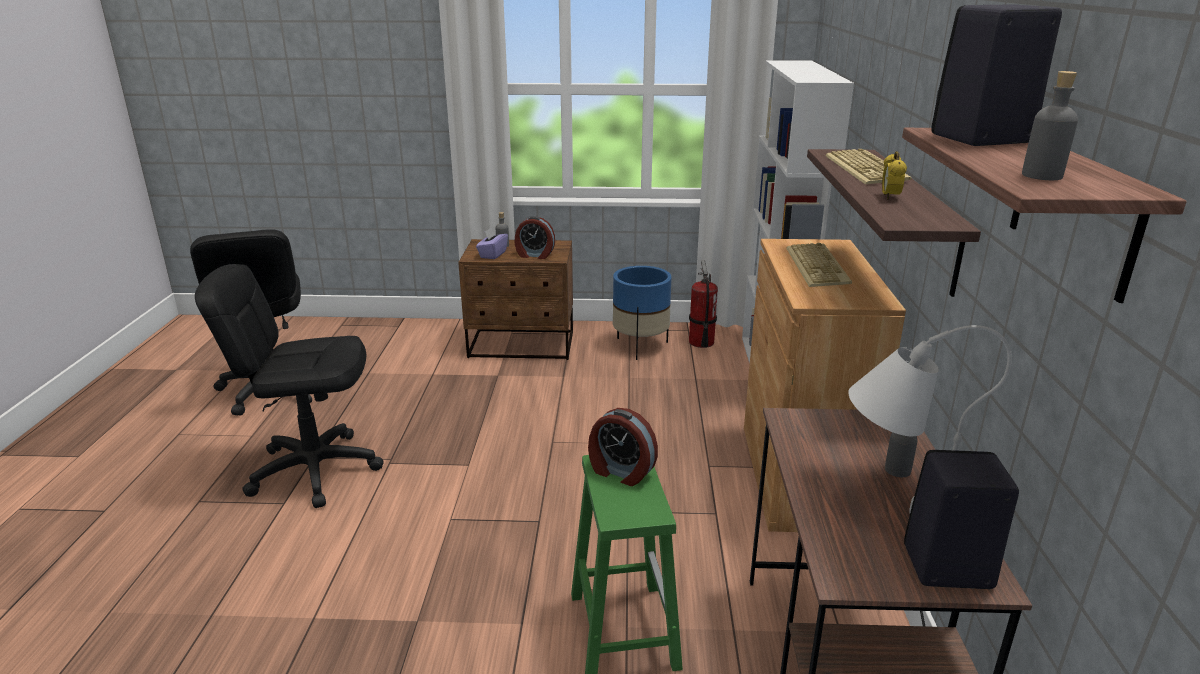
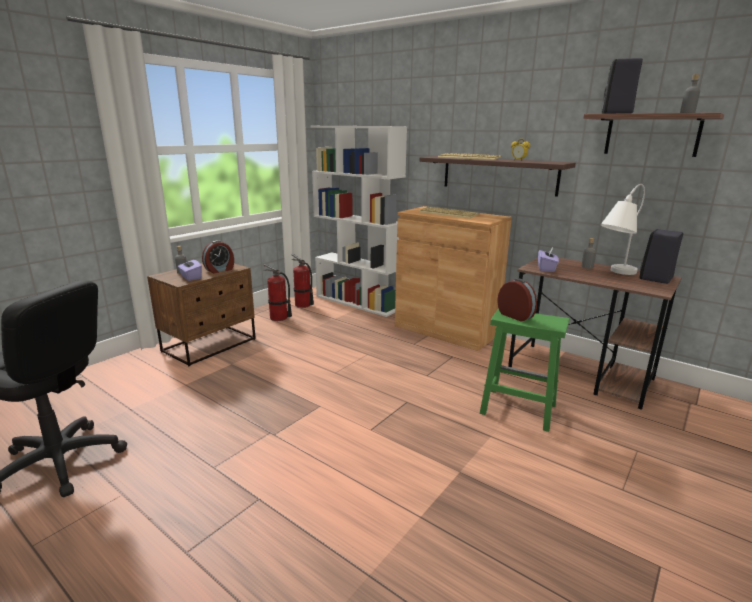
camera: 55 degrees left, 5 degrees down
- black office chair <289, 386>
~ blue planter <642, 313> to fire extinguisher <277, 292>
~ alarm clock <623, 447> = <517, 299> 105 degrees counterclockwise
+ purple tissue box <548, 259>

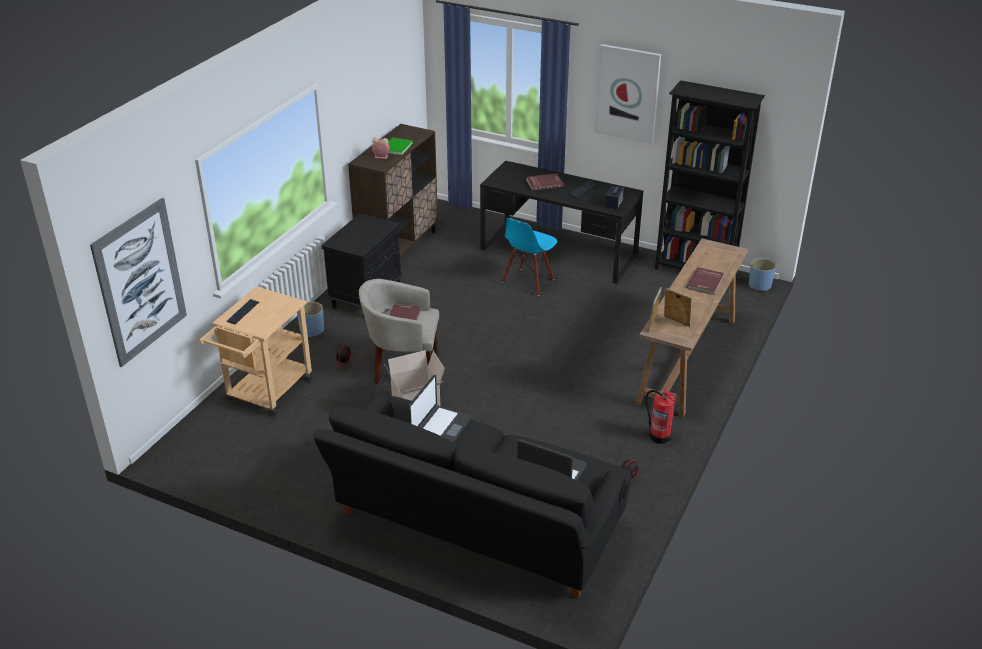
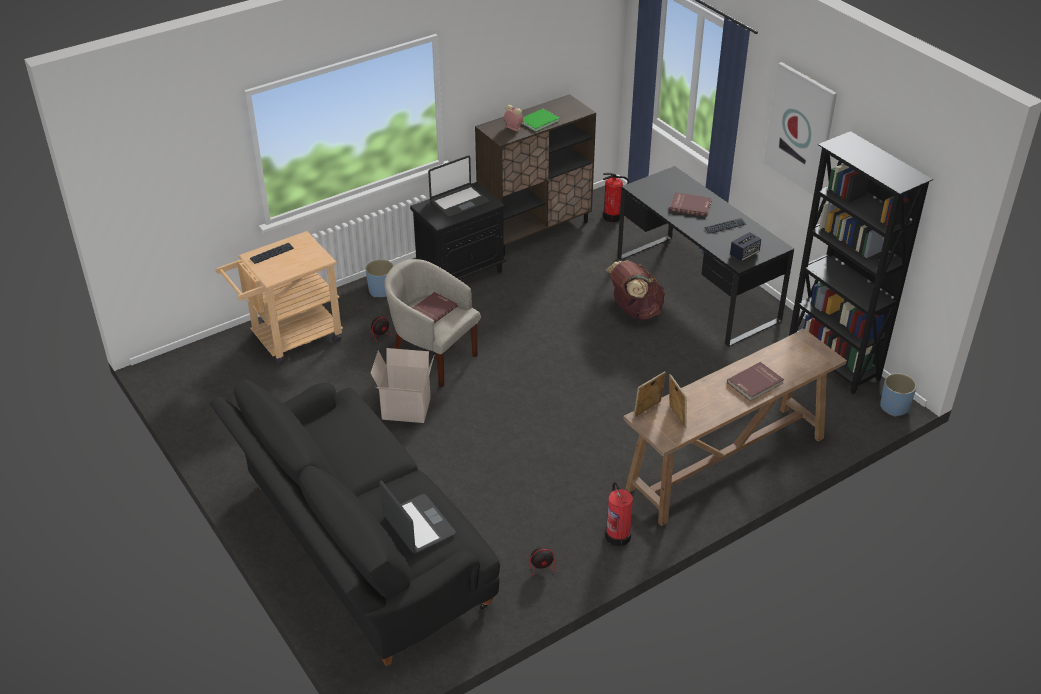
camera: 30 degrees right, 5 degrees up
- picture <138, 282>
~ blue chair <529, 257> to brown backpack <636, 290>
~ laptop <440, 408> to <459, 186>
+ fire extinguisher <616, 197>

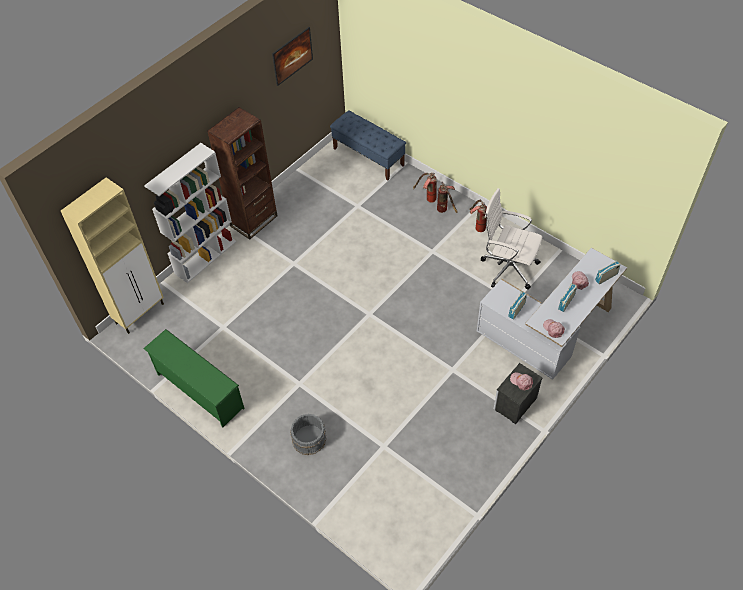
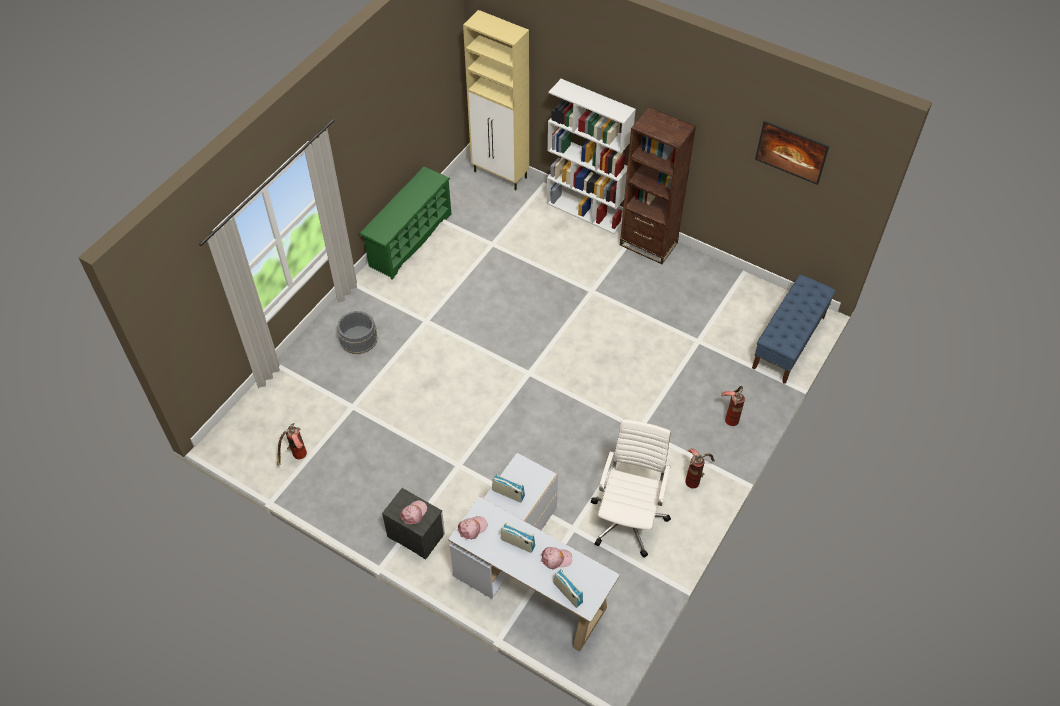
camera: 80 degrees right, 0 degrees up
~ fire extinguisher <447, 197> to <292, 444>

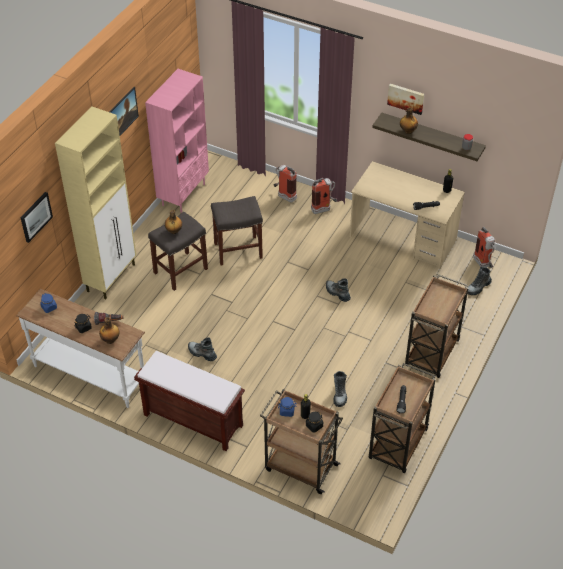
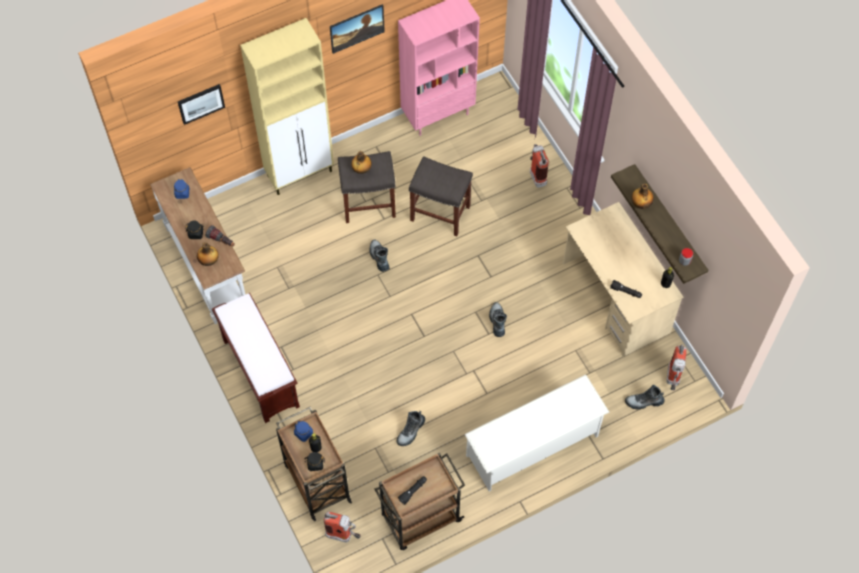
camera: 35 degrees right, 15 degrees up
- picture <405, 99>
~ fire extinguisher <324, 196> to <342, 527>
~ brown cart <437, 326> to white shoe rack <536, 433>
~ boot <202, 349> to <379, 256>

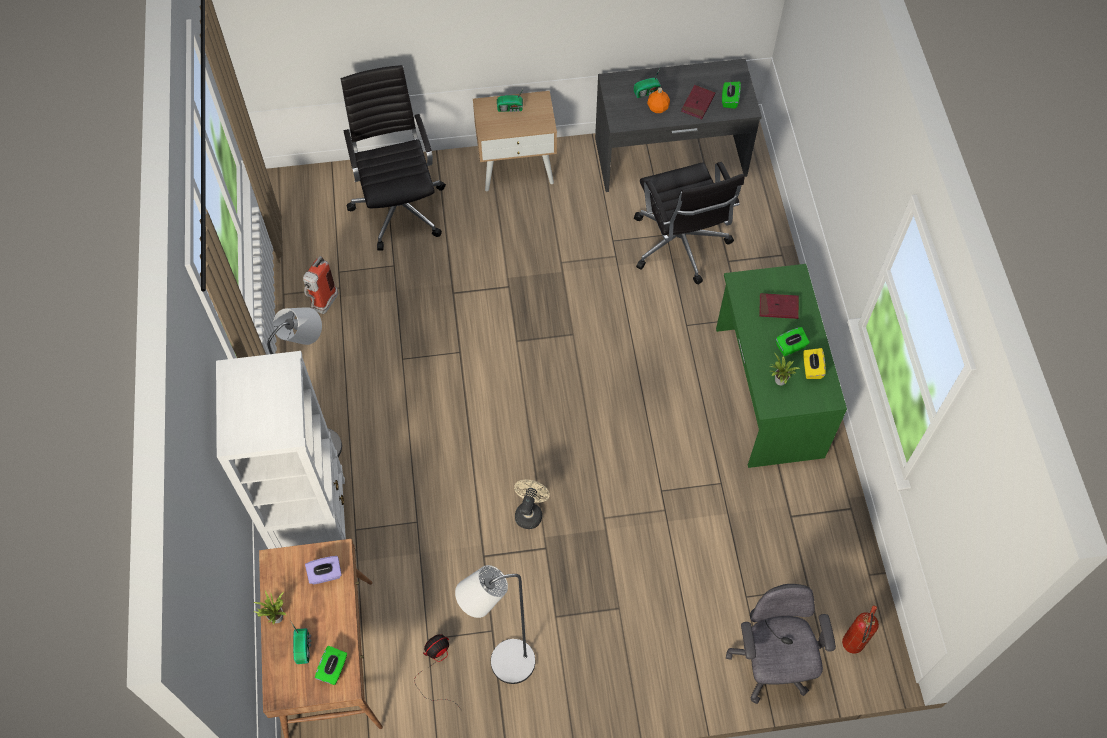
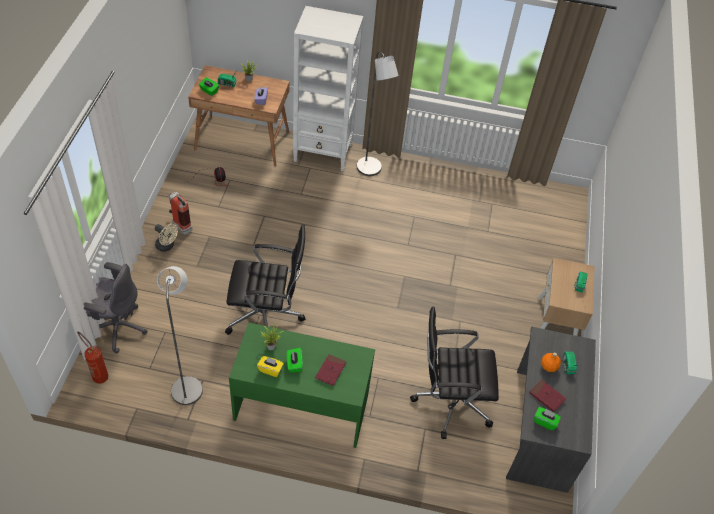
camera: 105 degrees right, 10 degrees down
~ black office chair <393, 158> to <265, 279>
~ fire extinguisher <320, 285> to <180, 213>
~ beige fan <532, 504> to <166, 238>
~ grey floor lamp <495, 624> to <180, 335>

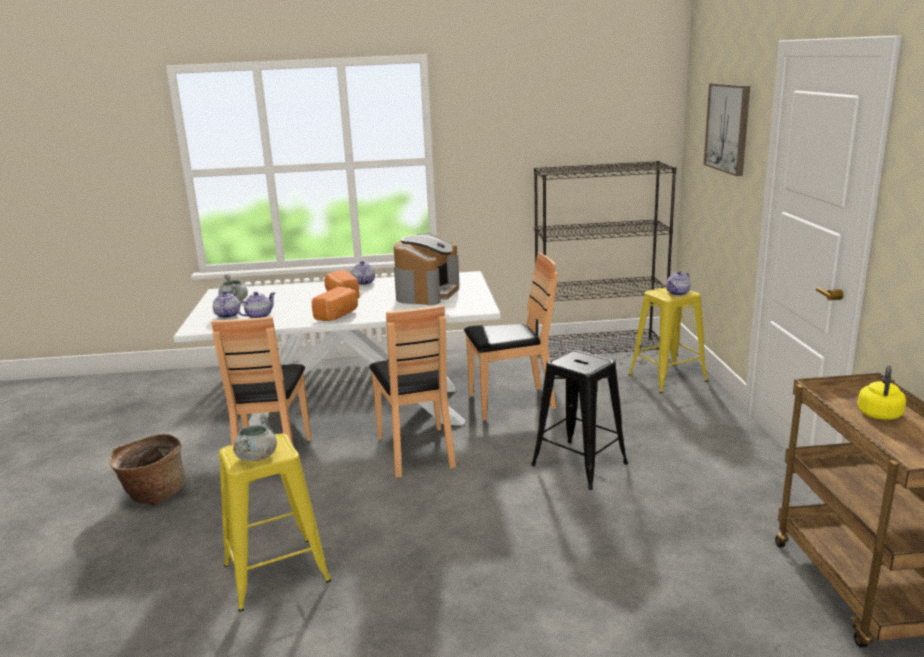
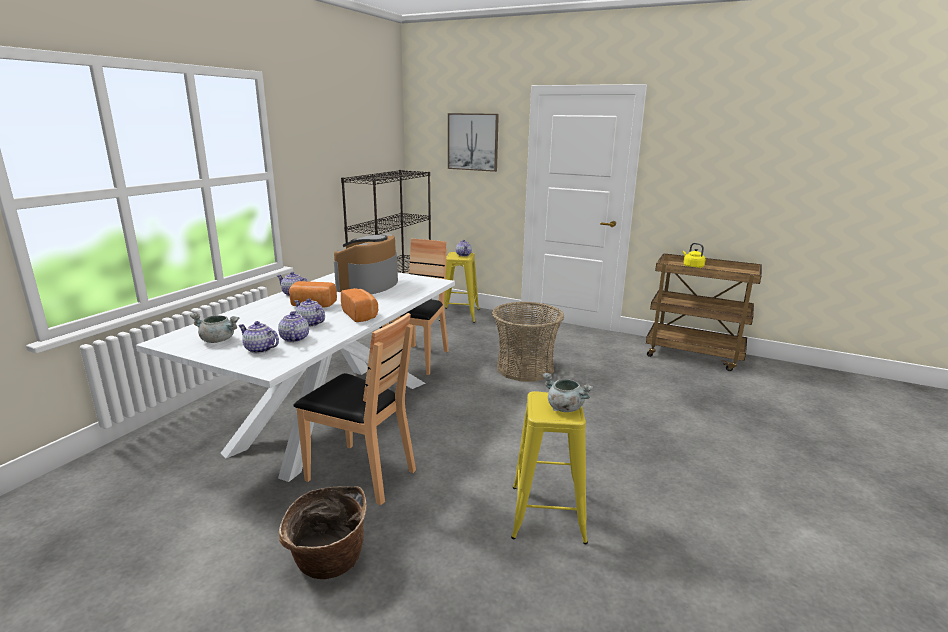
camera: 60 degrees left, 0 degrees up
~ coffee machine <427, 269> = <366, 264> 120 degrees counterclockwise
- brown chair <412, 391>
~ black stool <579, 420> to basket <528, 341>
+ teapot <310, 312>

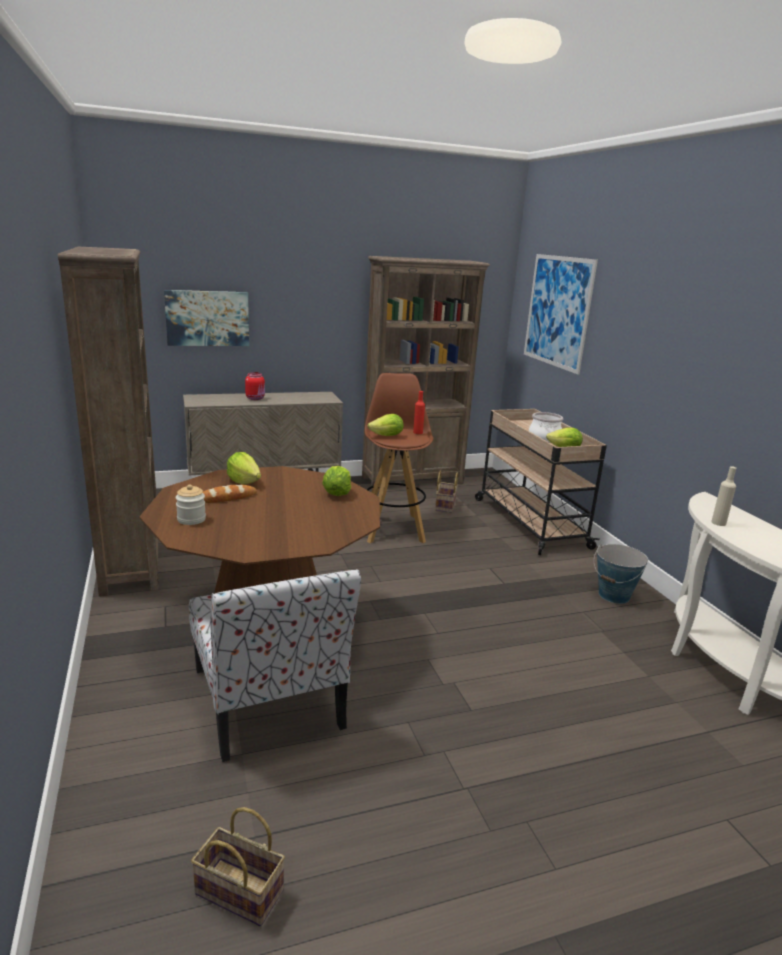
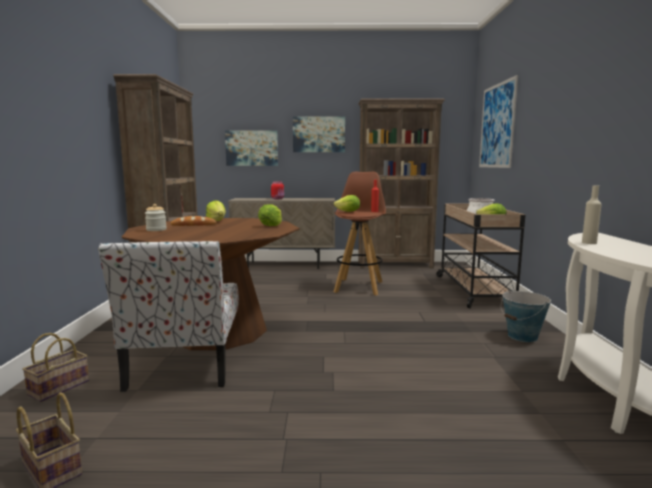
camera: 20 degrees right, 10 degrees down
~ basket <446, 491> to <55, 367>
+ picture <319, 134>

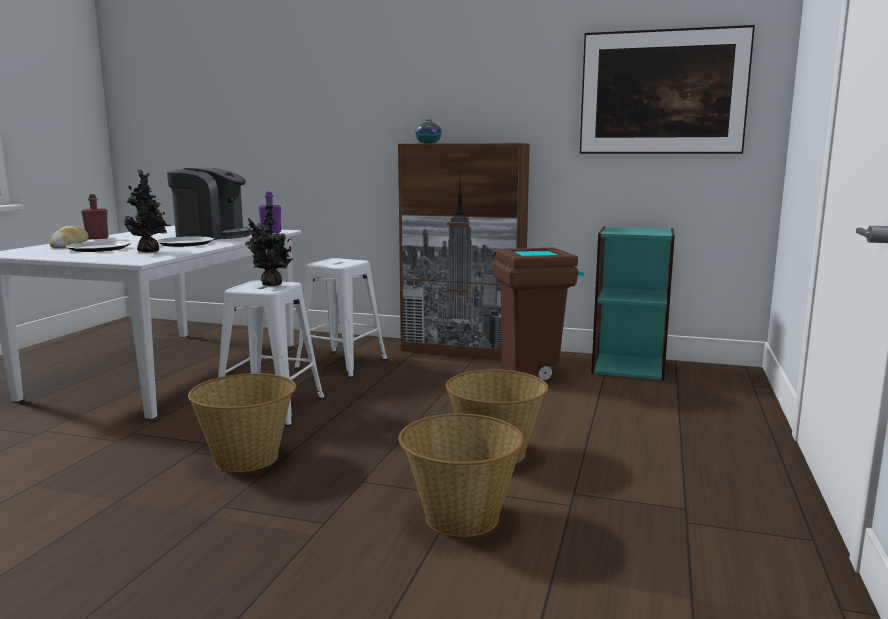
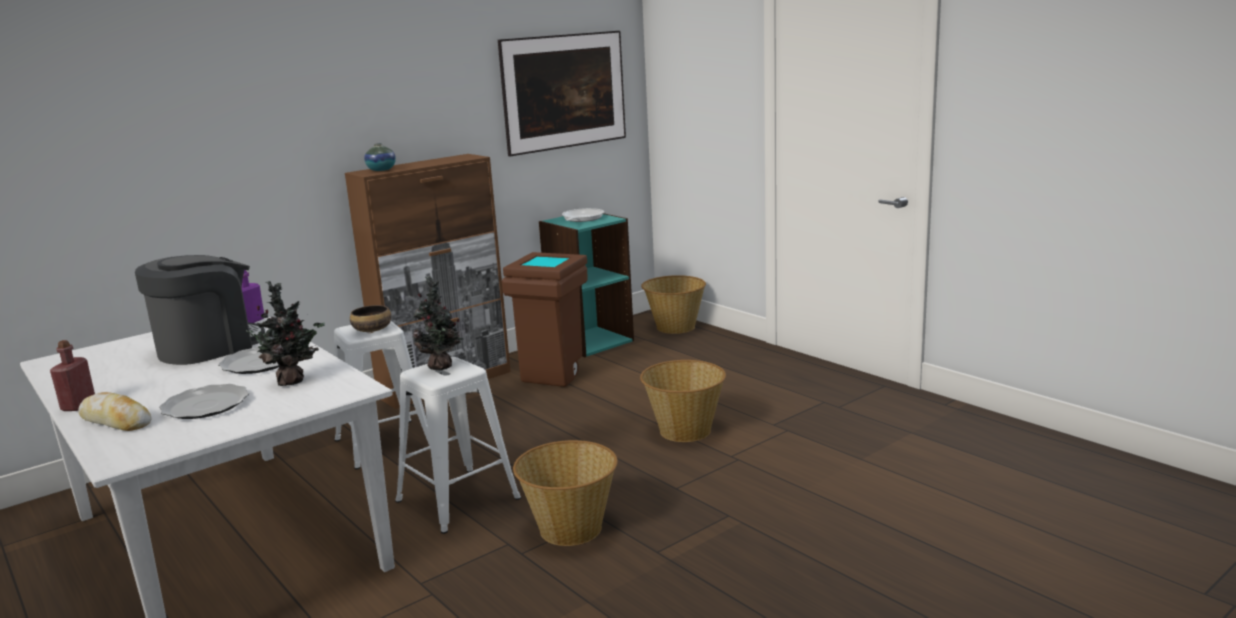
camera: 55 degrees left, 5 degrees up
~ basket <461, 475> to <673, 304>
+ frying pan <583, 215>
+ bowl <370, 318>

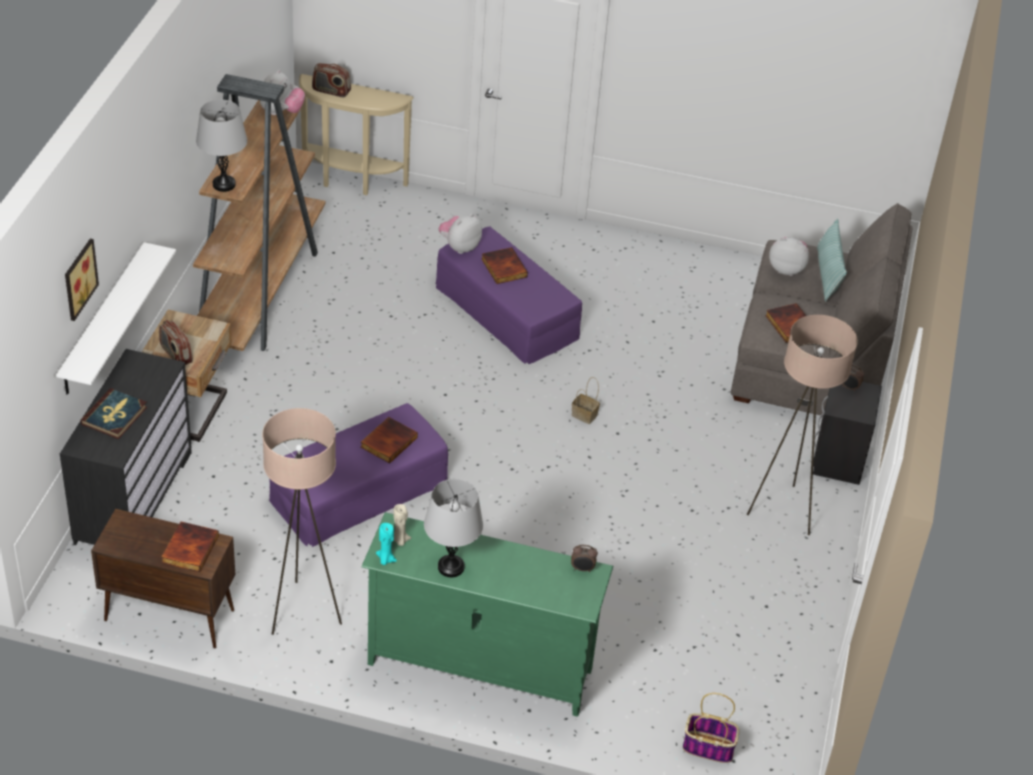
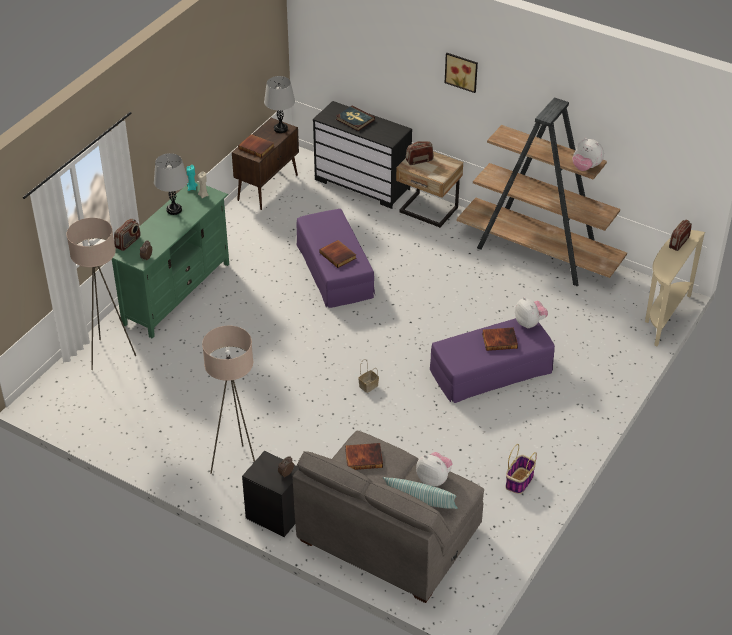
camera: 110 degrees right, 0 degrees up
~ grey table lamp <221, 145> to <279, 104>
~ plush toy <789, 256> = <434, 469> 90 degrees counterclockwise
~ picture <82, 280> to <461, 73>
- white shelf <116, 318>
~ beige floor lamp <302, 521> to <101, 294>
~ basket <711, 728> to <521, 469>
+ radio <127, 235>

